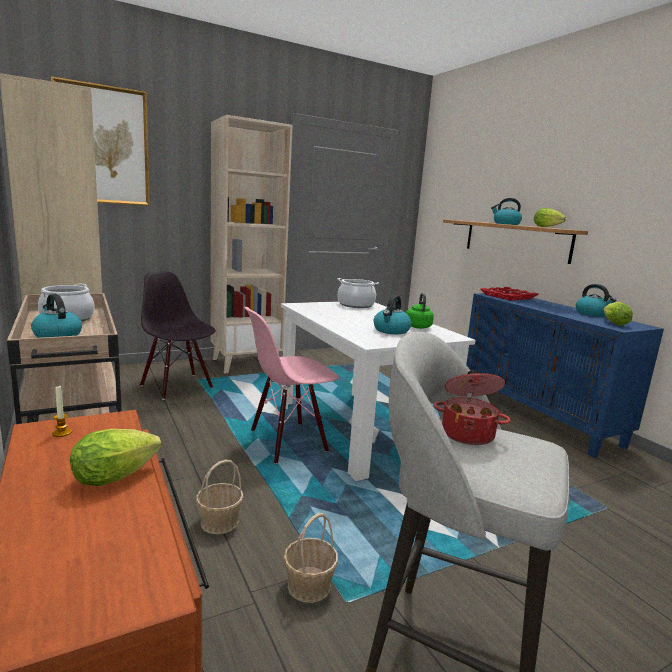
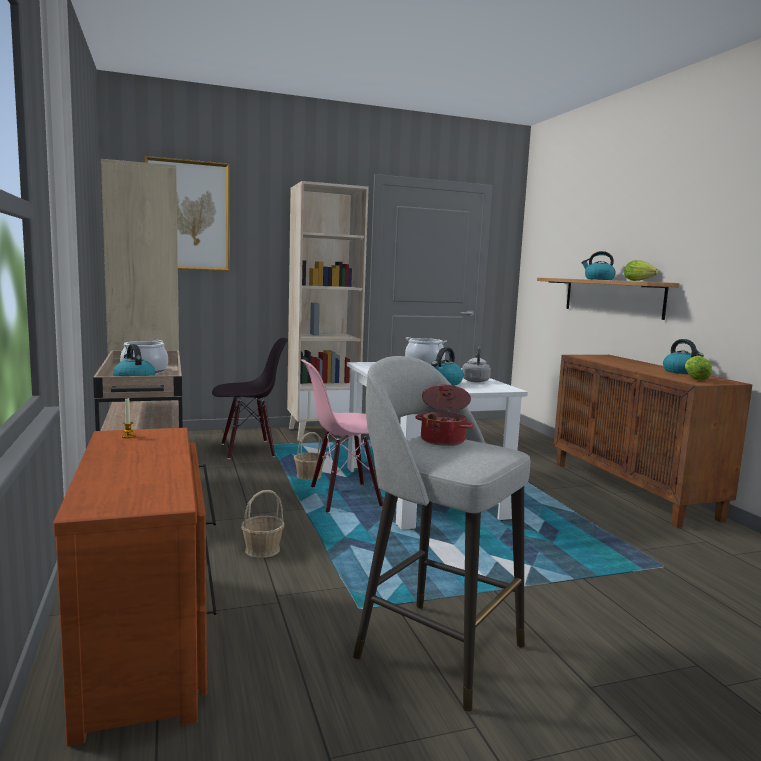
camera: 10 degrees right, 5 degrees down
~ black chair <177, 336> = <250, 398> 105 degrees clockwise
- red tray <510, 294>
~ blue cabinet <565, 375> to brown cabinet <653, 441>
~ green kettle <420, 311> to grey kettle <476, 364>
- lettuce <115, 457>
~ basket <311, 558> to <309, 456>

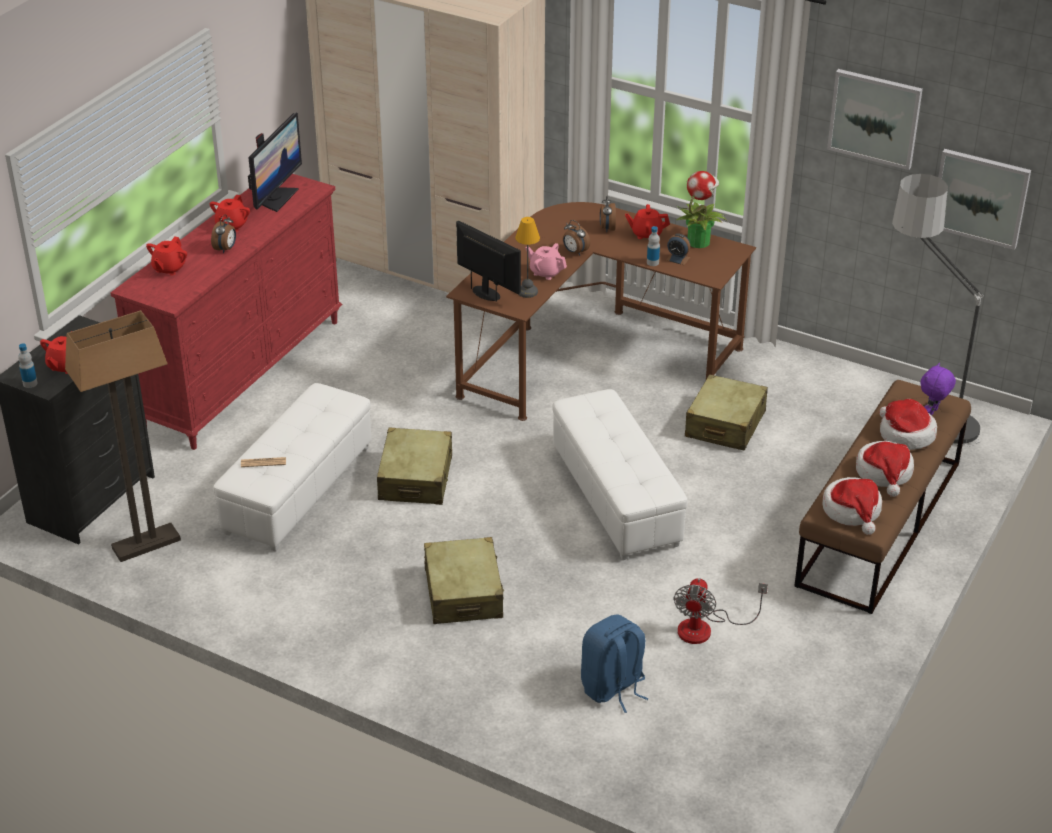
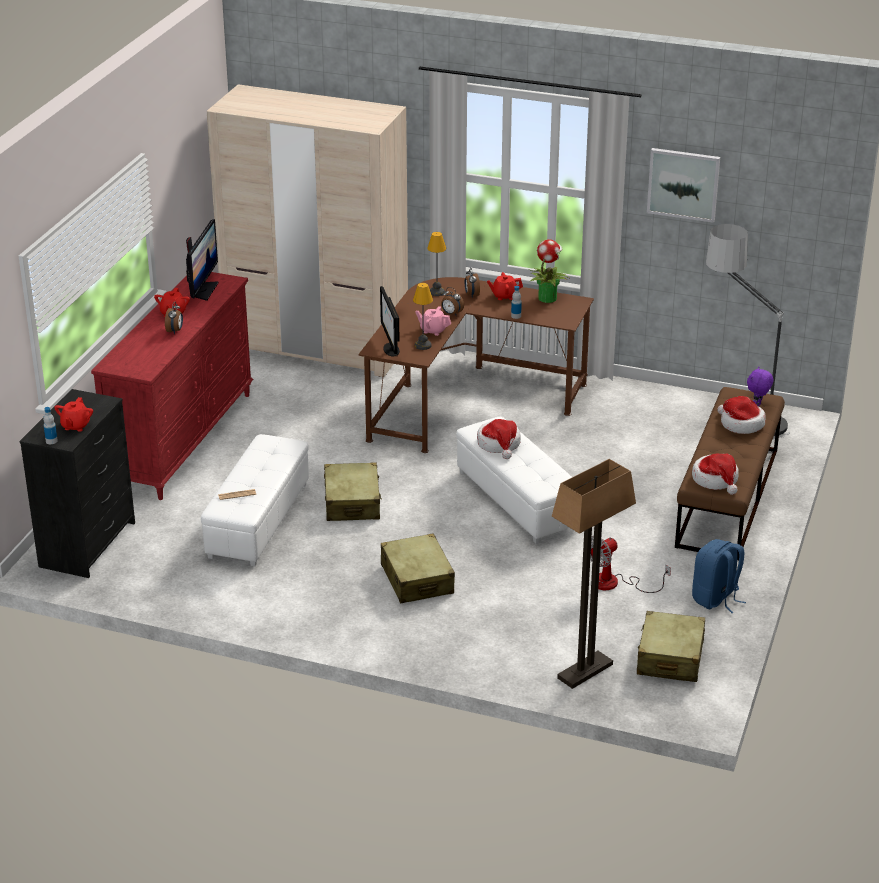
camera: 10 degrees left, 5 degrees down
- picture <984, 199>
~ monitor <488, 261> = <390, 321> 135 degrees counterclockwise
- alarm clock <678, 249>
- red teapot <166, 256>
~ floor lamp <123, 436> to <594, 574>
~ beige suitcase <726, 412> to <671, 646>
~ hat <885, 469> to <499, 439>
~ fan <720, 611> = <630, 564> 45 degrees clockwise
~ blue backpack <615, 664> to <719, 576>
+ table lamp <436, 264>

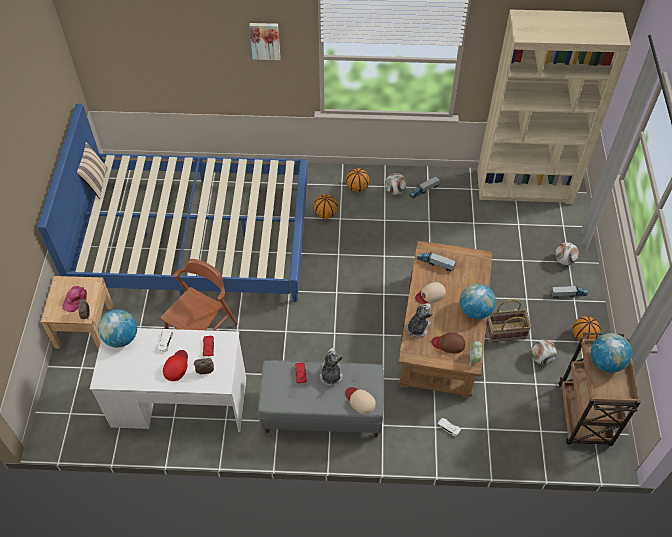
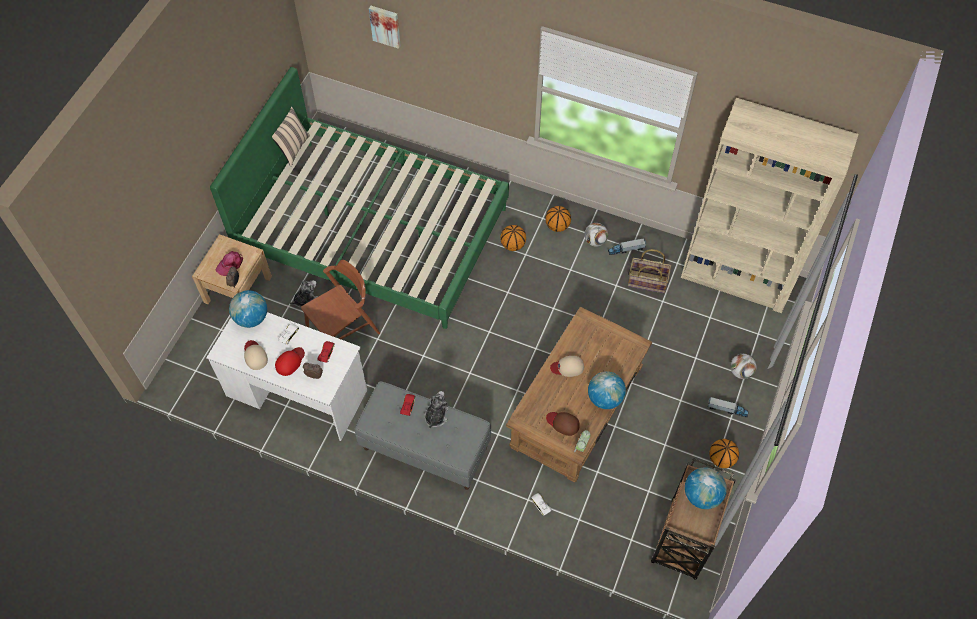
camera: 20 degrees right, 5 degrees up
~ picture <264, 41> to <385, 27>
~ blue bed <172, 203> to green bed <359, 198>
- toy truck <437, 262>
~ basket <508, 320> to <649, 271>
~ plush toy <420, 320> to <304, 294>
- football <544, 352>
~ beige cap <360, 400> to <256, 355>

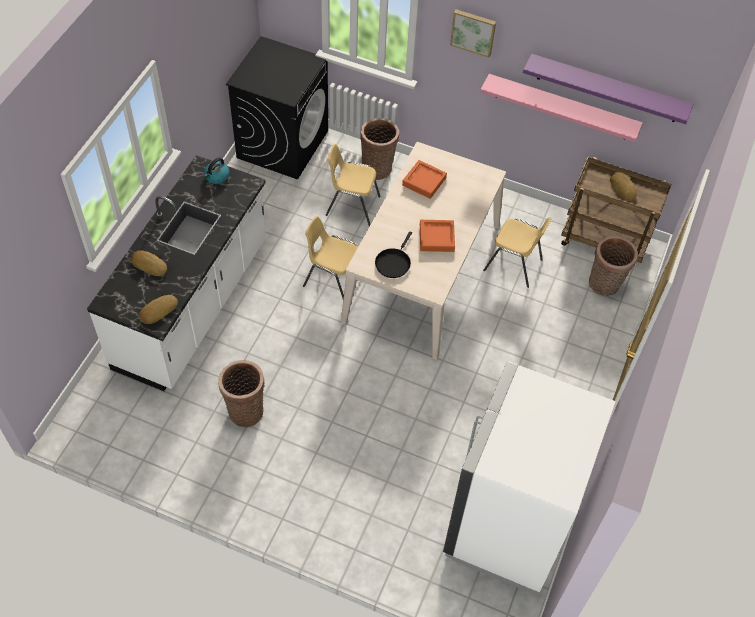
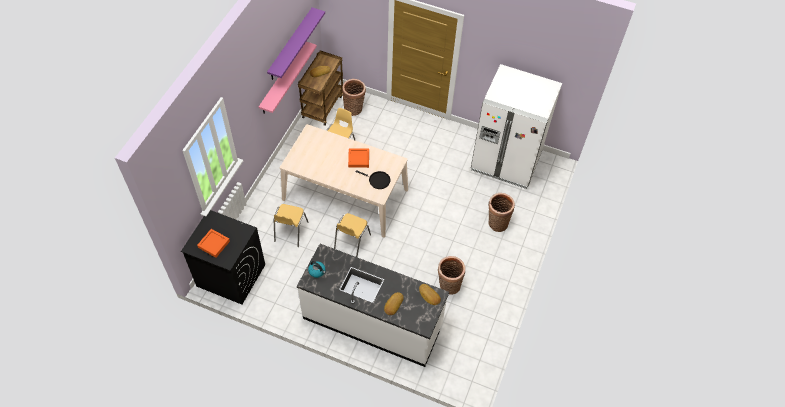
camera: 90 degrees left, 0 degrees up
- picture <473, 33>
~ basket <379, 149> to <501, 212>
~ orange tray <424, 179> to <213, 243>

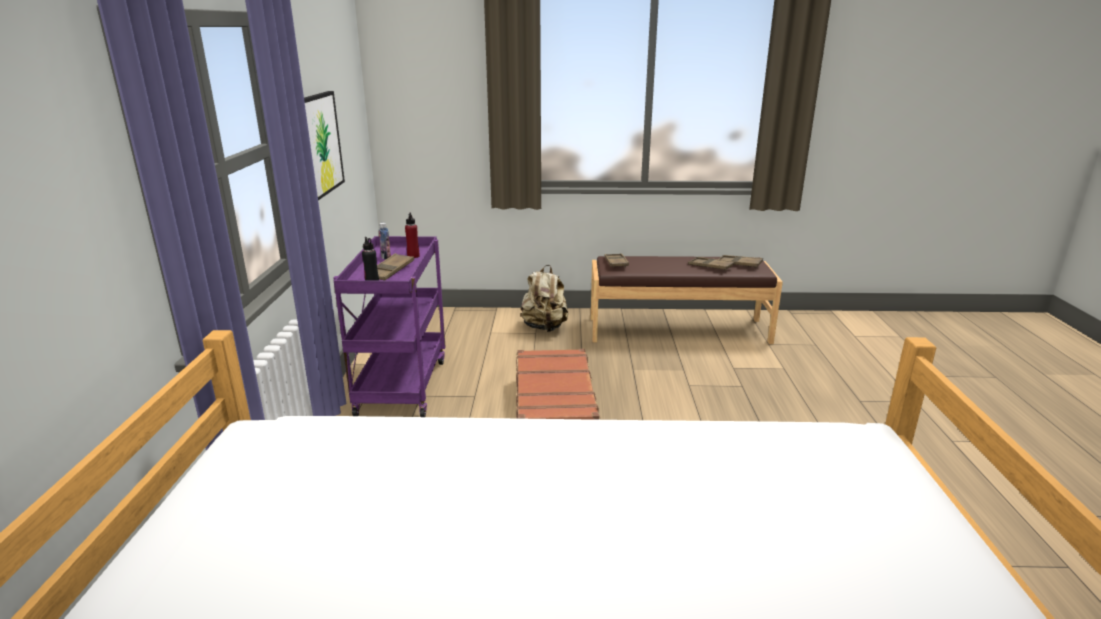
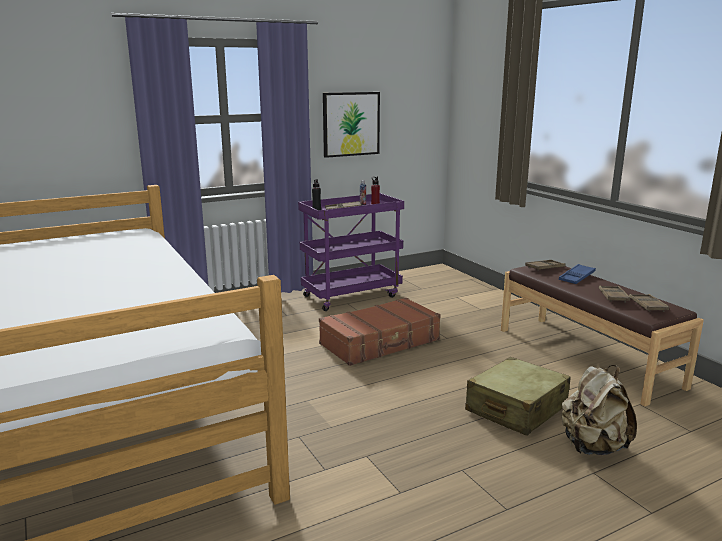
camera: 60 degrees right, 5 degrees down
~ beige backpack <544, 298> to <599, 410>
+ blue tray <577, 274>
+ beige suitcase <518, 396>

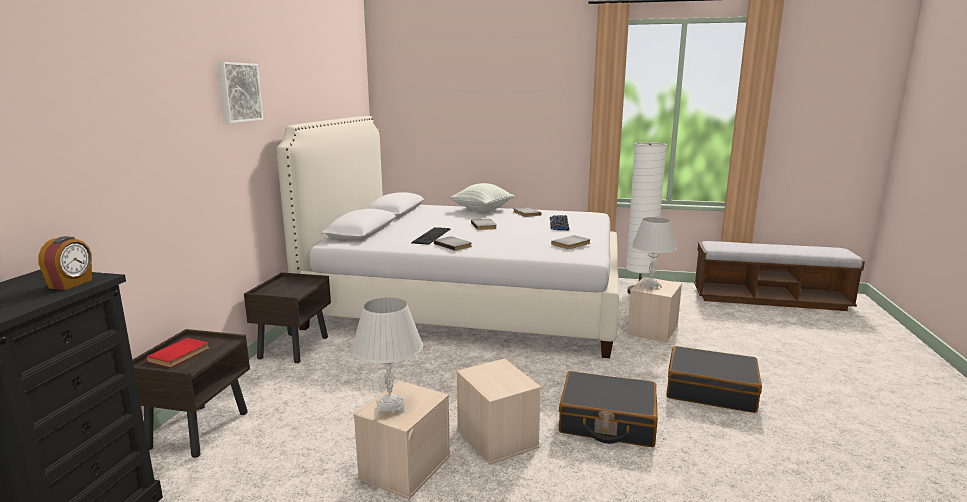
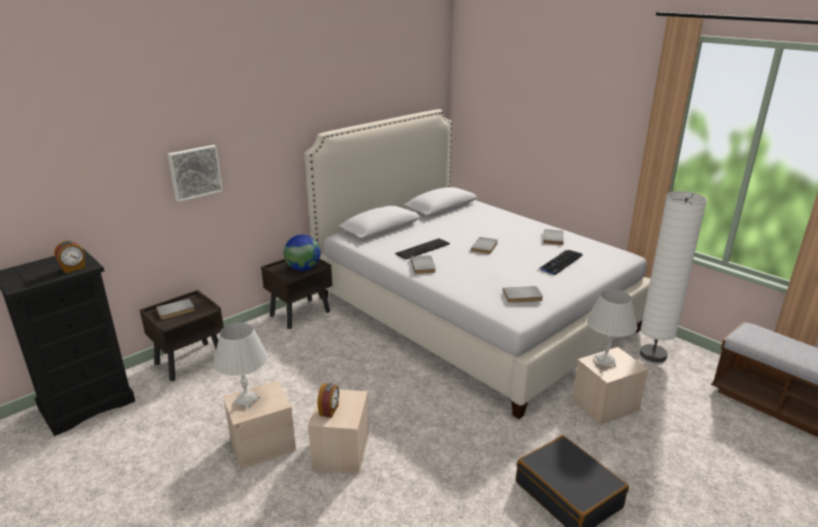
camera: 35 degrees right, 10 degrees up
~ picture <240, 92> to <195, 173>
- pillow <481, 197>
~ red book <177, 352> to grey book <175, 309>
- black suitcase <608, 409>
+ globe <302, 253>
+ alarm clock <328, 400>

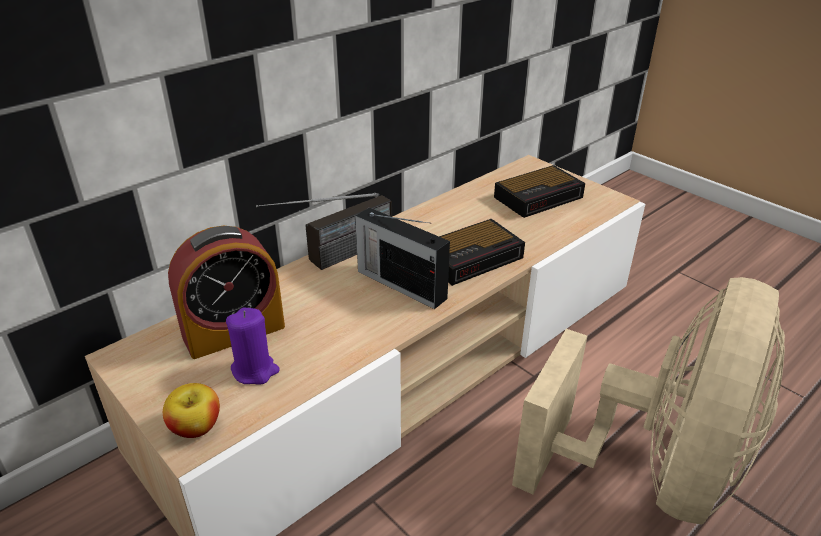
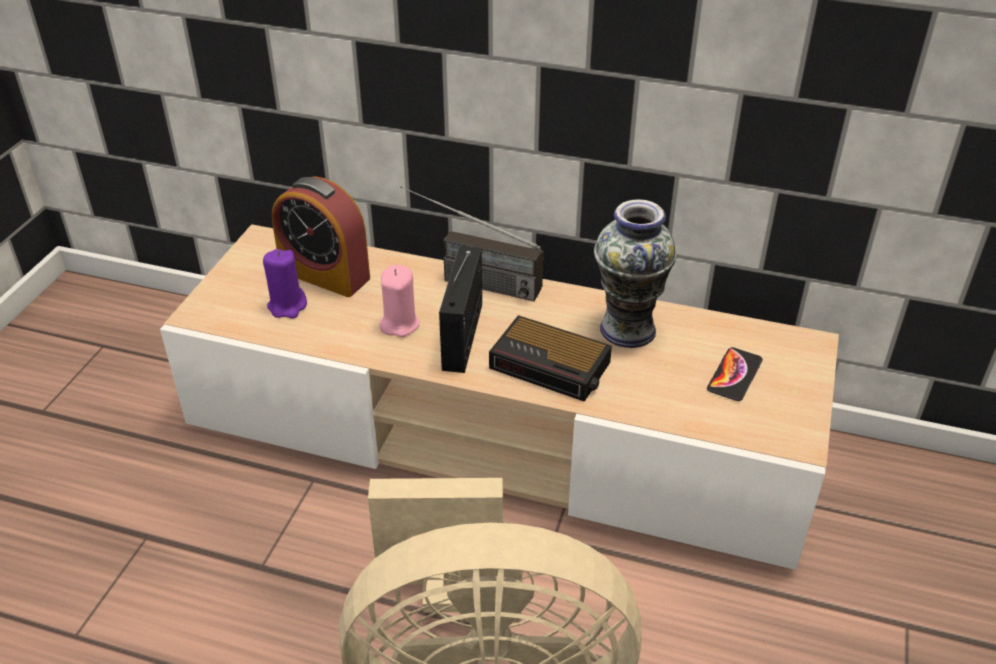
camera: 60 degrees right, 5 degrees up
~ alarm clock <539, 191> to phone <735, 374>
- apple <191, 410>
+ vase <635, 274>
+ pink candle <399, 301>

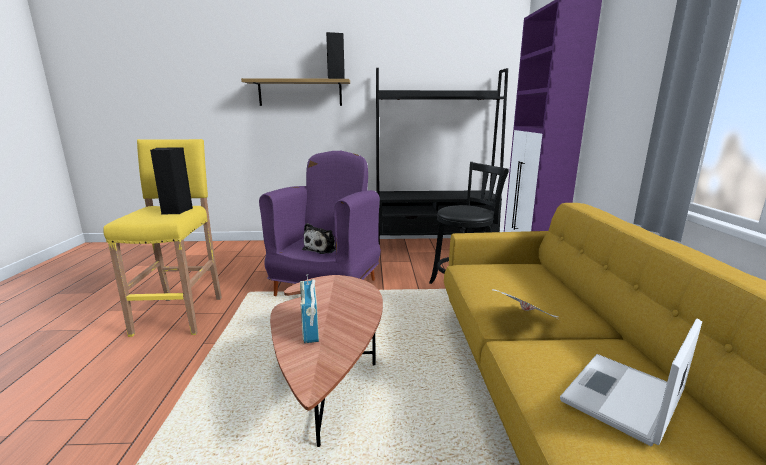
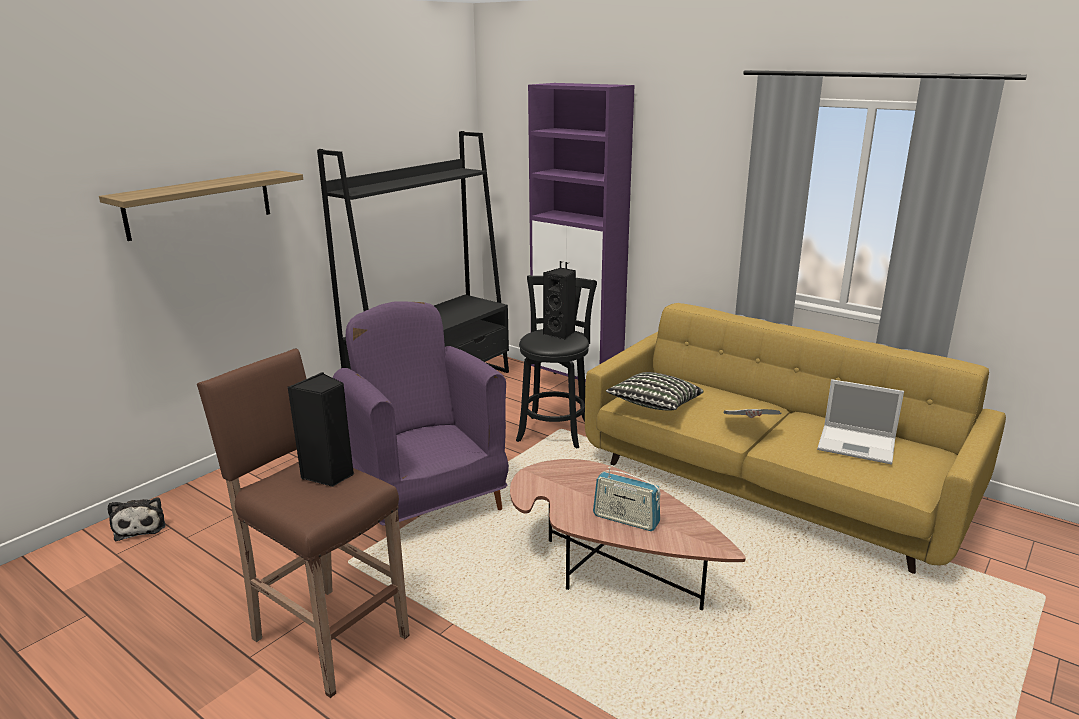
camera: 50 degrees left, 5 degrees up
~ black speaker <335, 55> to <559, 304>
~ yellow stool <162, 238> to brown stool <303, 523>
~ plush toy <319, 238> to <137, 519>
~ laptop <631, 382> = <860, 421> 60 degrees counterclockwise
+ pillow <655, 391>

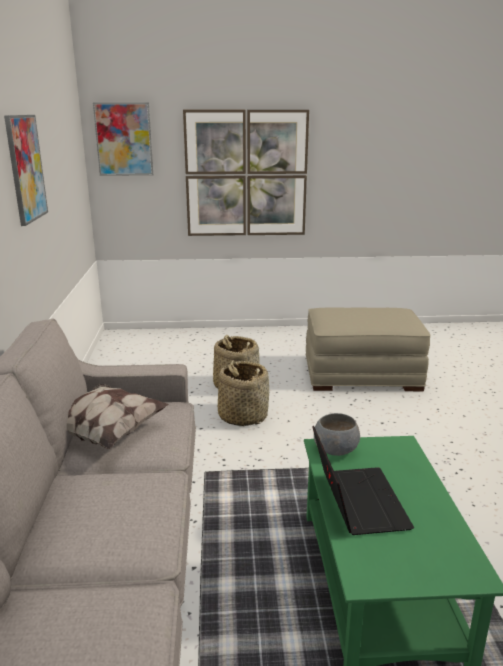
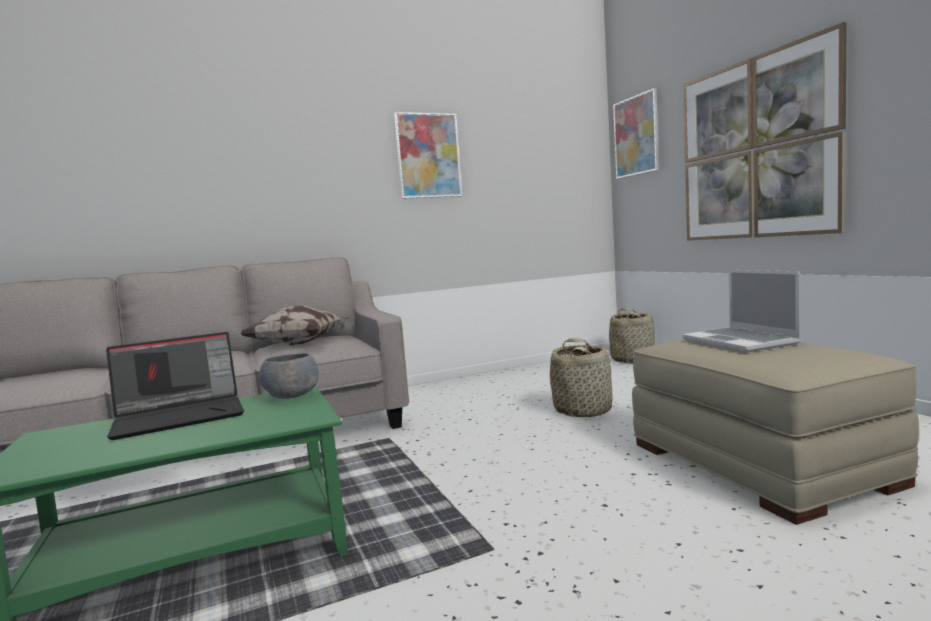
camera: 70 degrees right, 15 degrees down
~ basket <243, 393> to <632, 335>
+ laptop <741, 311>

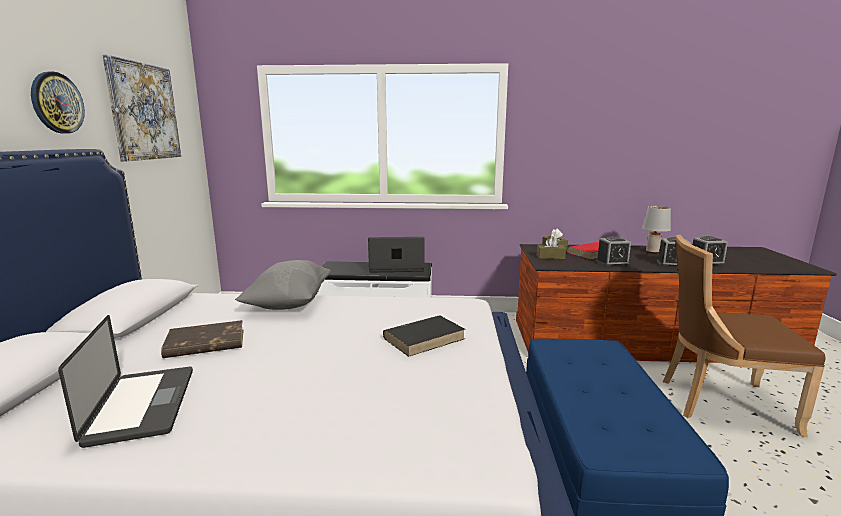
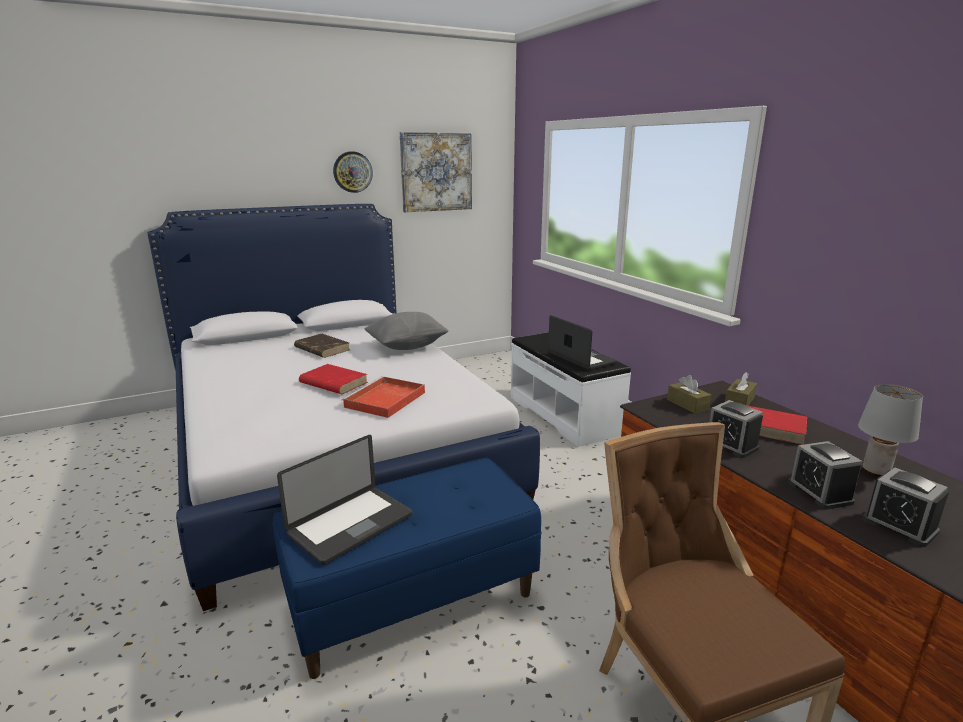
camera: 60 degrees right, 5 degrees up
~ laptop <125, 381> to <344, 500>
~ black book <424, 336> to red tray <383, 397>
+ red book <333, 379>

